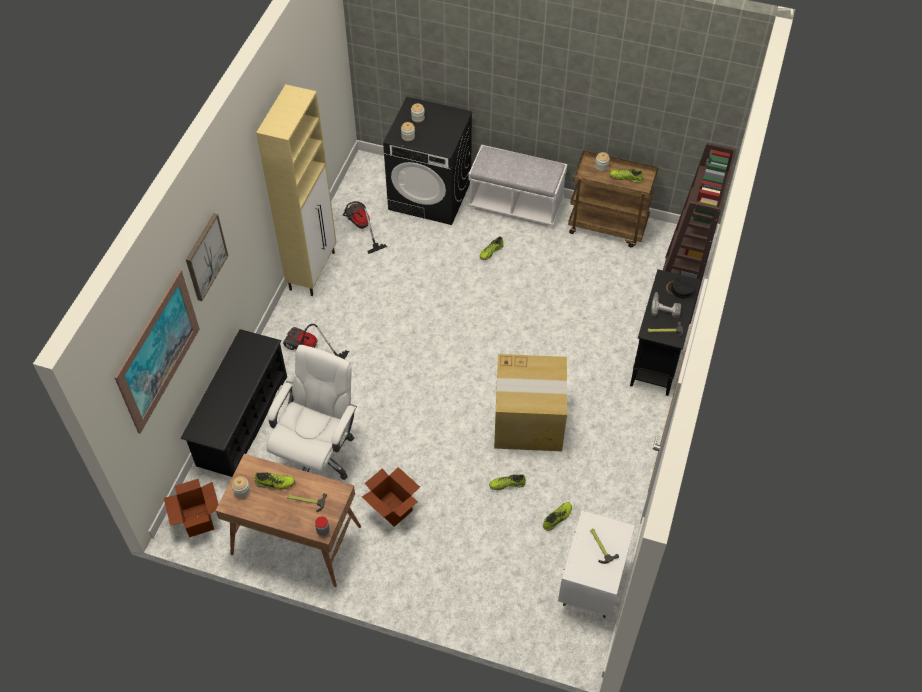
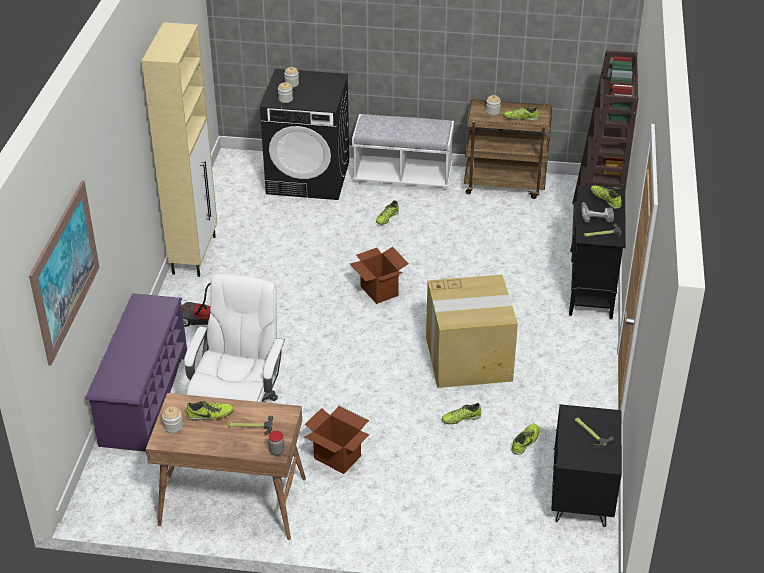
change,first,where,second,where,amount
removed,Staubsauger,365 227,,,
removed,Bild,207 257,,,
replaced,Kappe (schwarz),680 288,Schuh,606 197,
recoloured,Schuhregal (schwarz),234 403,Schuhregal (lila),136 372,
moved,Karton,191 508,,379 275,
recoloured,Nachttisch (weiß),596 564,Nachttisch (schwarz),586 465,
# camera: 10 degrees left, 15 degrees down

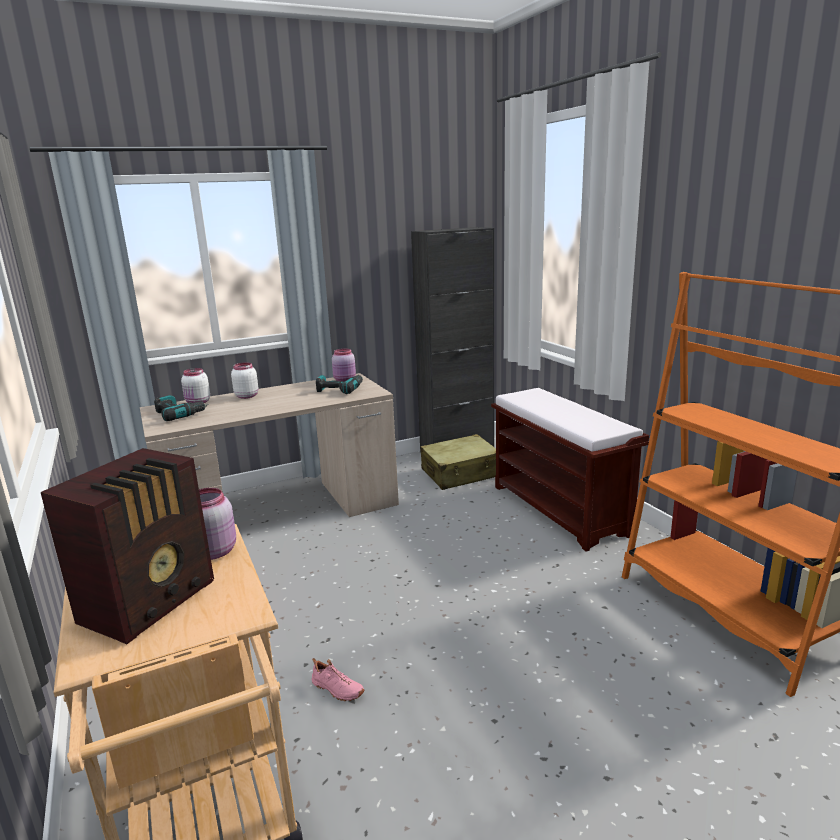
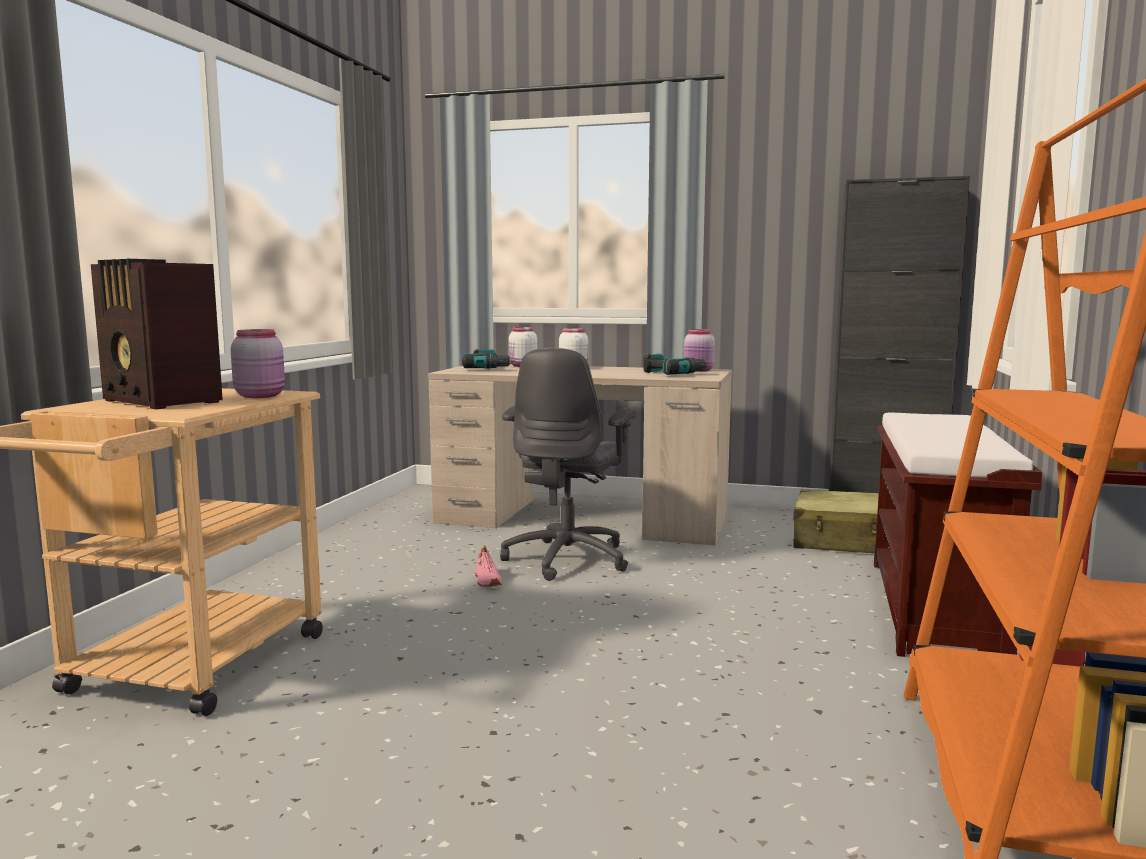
change,first,where,second,where,amount
turned,Radio,127 546,,156 334,60 degrees clockwise
moved,Schuh (rosa),338 679,,488 566,
added,,,Bürostuhl (grau),568 464,
# camera: 40 degrees right, 10 degrees down

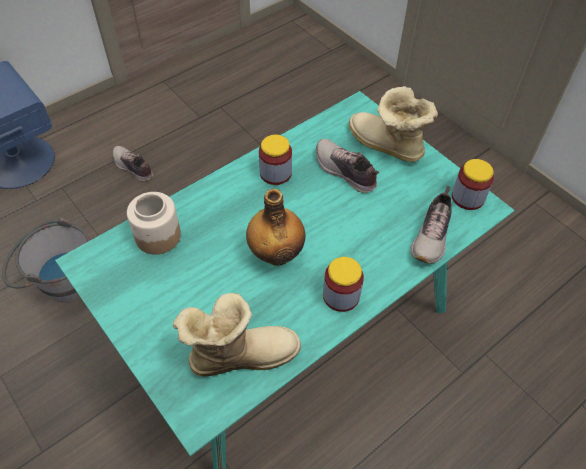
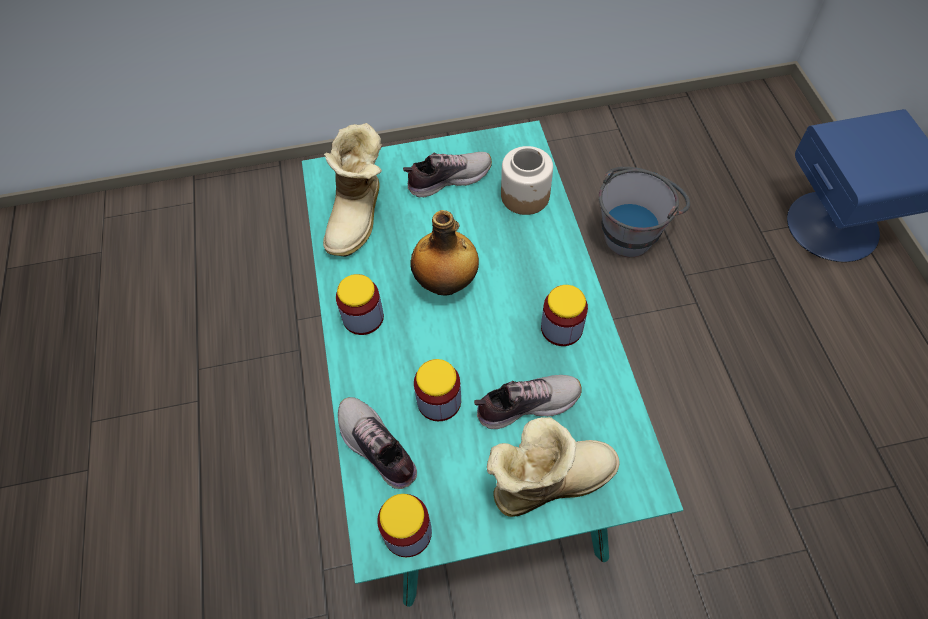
change,first,where,second,where,amount
moved,Schuh,133 163,,447 174,
added,,,Vorratsglas,437 390,
# camera: 120 degrees right, 5 degrees up

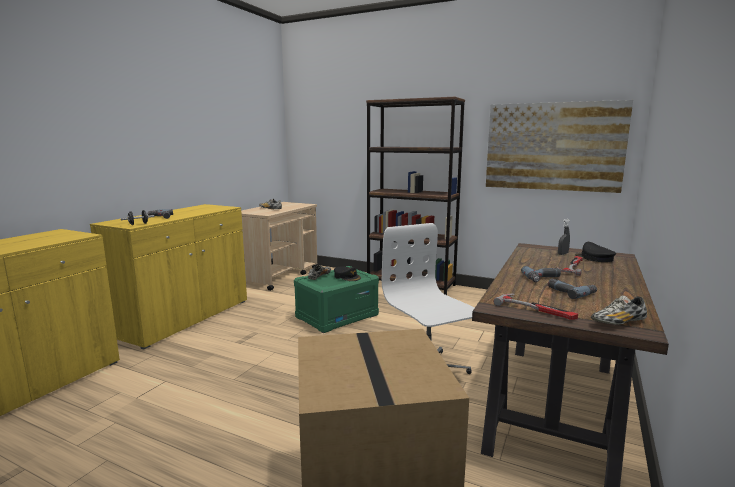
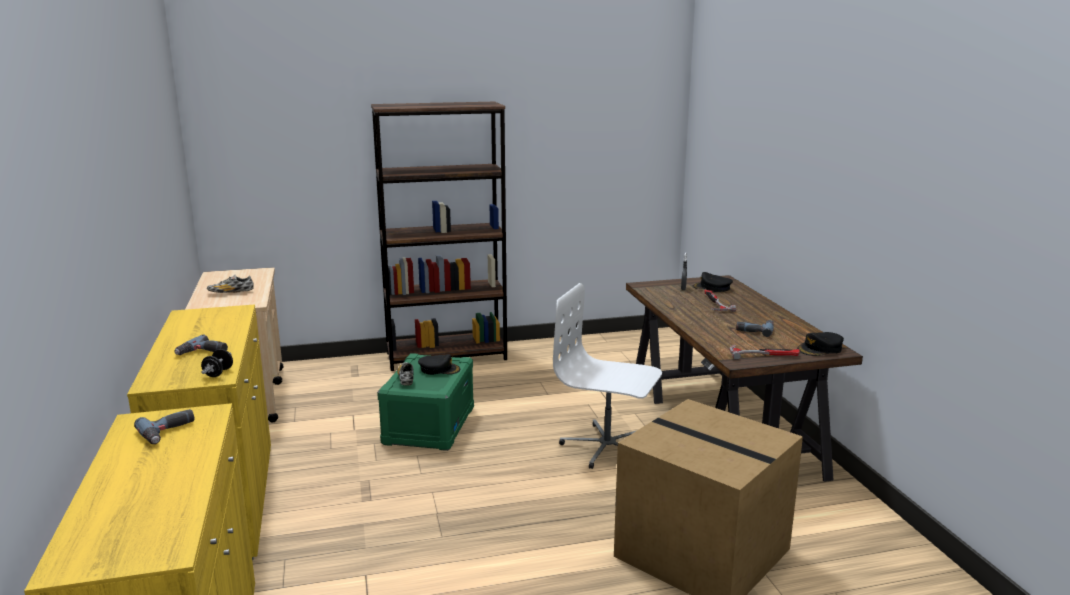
change,first,where,second,where,amount
removed,Bild,559 146,,,
moved,Bohrmaschine,541 274,,164 426,
replaced,Schuh,619 310,Kappe (schwarz),820 344,
# camera: 40 degrees left, 5 degrees up

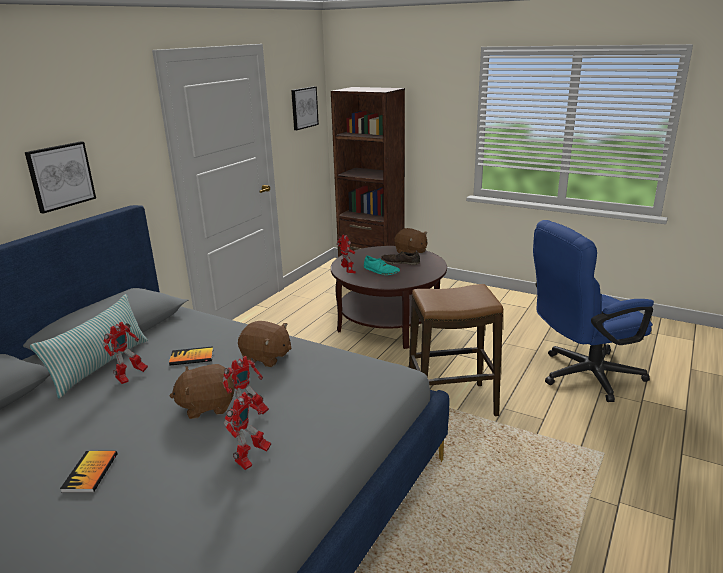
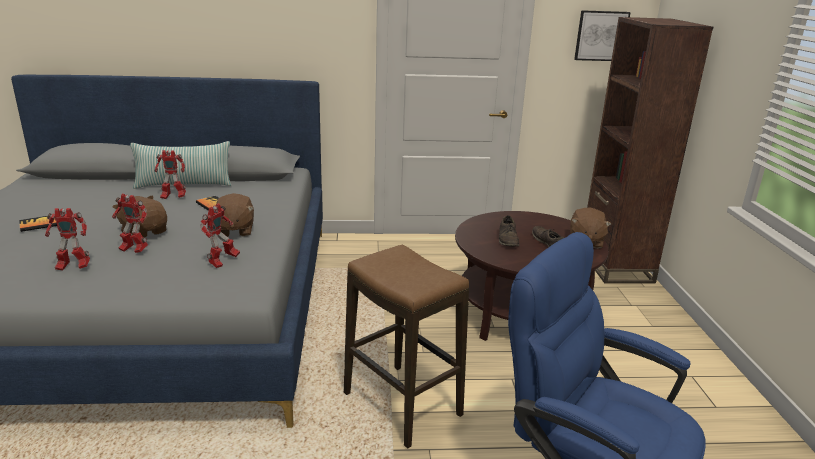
change,first,where,second,where,amount
removed,Bild,60 178,,,
moved,Spielzeugroboter,346 254,,220 235,
recoloured,Schuh (türkis),382 265,Schuh (braun),509 230,
# camera: 55 degrees right, 0 degrees up

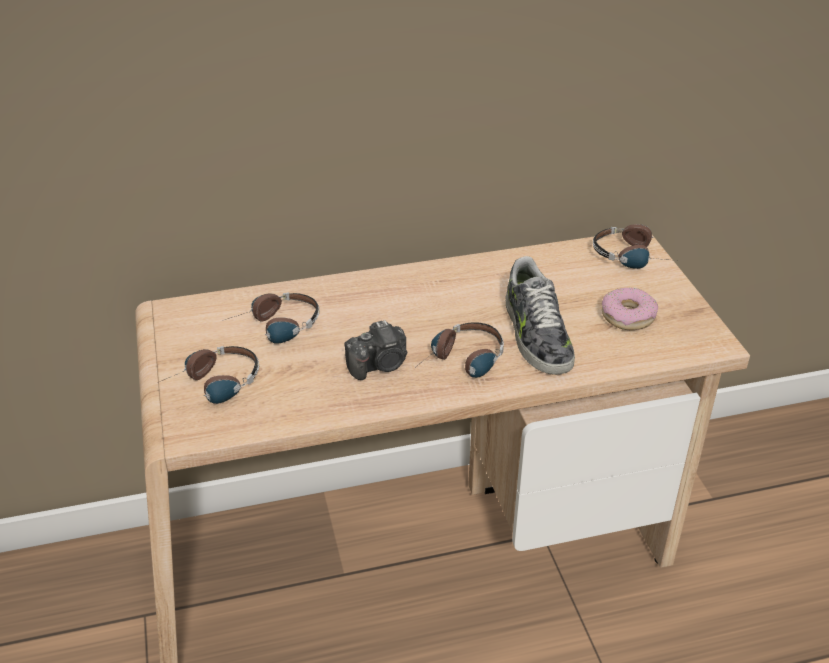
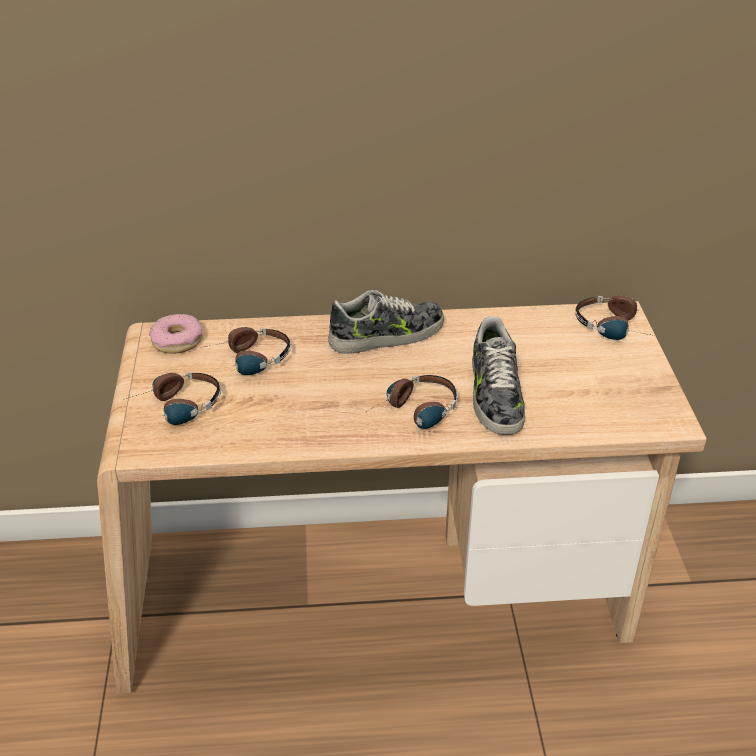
change,first,where,second,where,amount
moved,Donut,630 308,,176 334,
removed,Kamera,376 350,,,
added,,,Schuh,386 322,
# camera: 10 degrees right, 0 degrees up

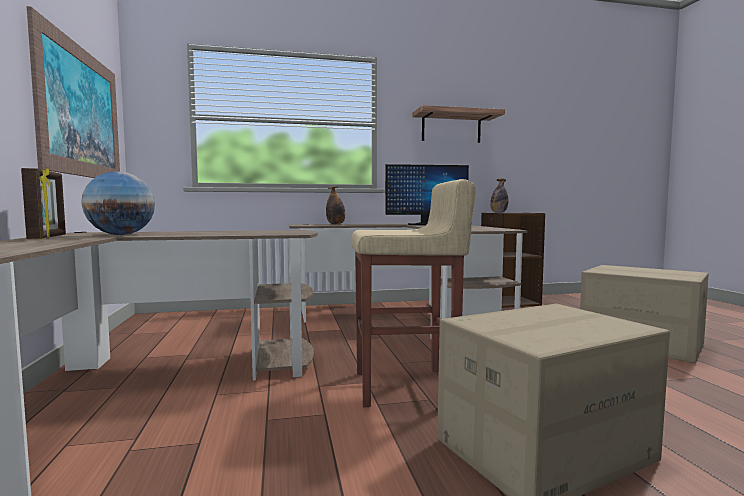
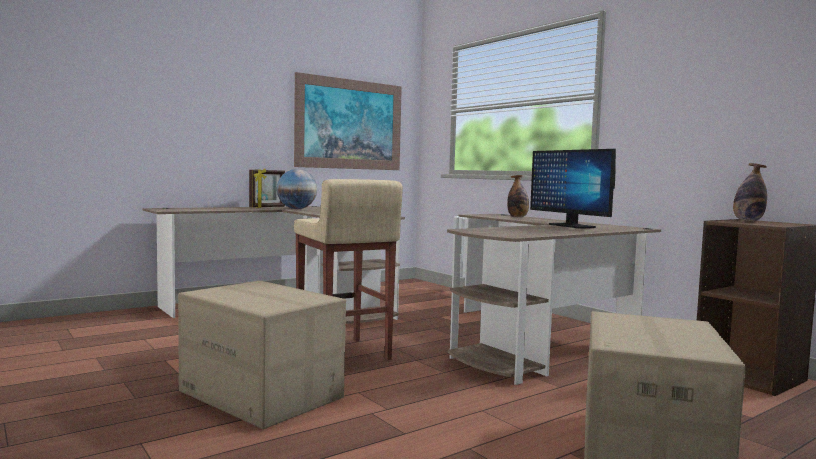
change,first,where,second,where,amount
removed,Wandregal,458 124,,,
# camera: 65 degrees right, 0 degrees up

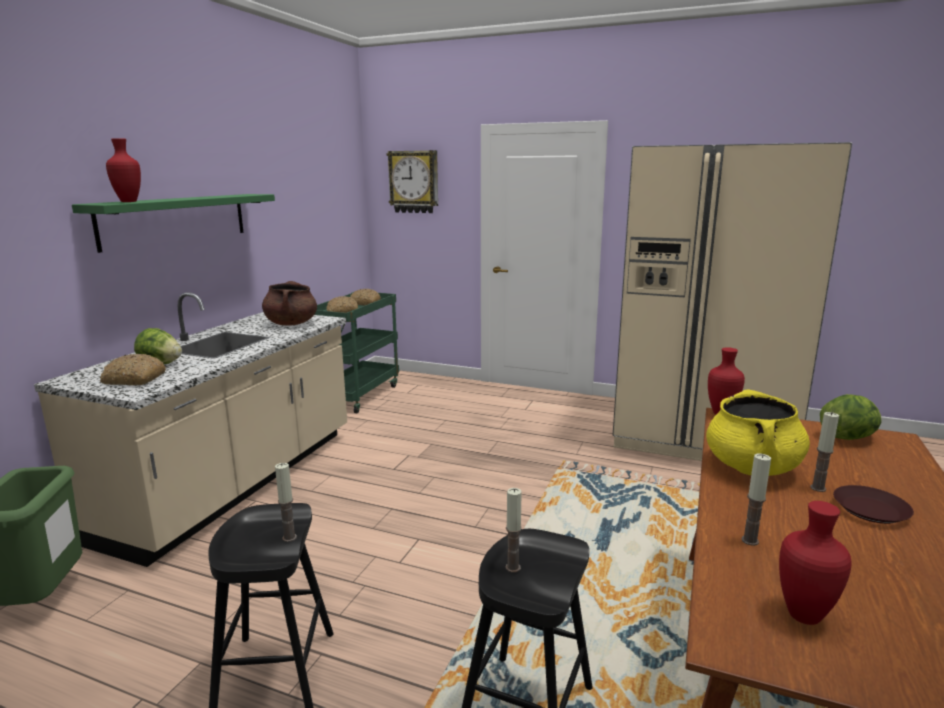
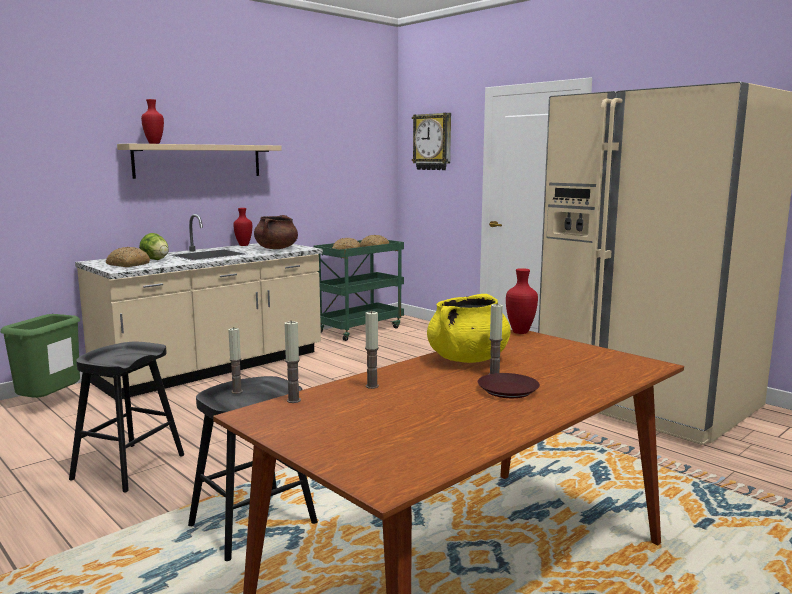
change,first,where,second,where,amount
recoloured,Wandregal (grün),173 223,Wandregal (beige),199 161,
removed,Salatkopf,850 417,,,
moved,Kerze,286 502,,292 362,
moved,Vase (rot),815 563,,242 227,
# camera: 25 degrees right, 5 degrees down

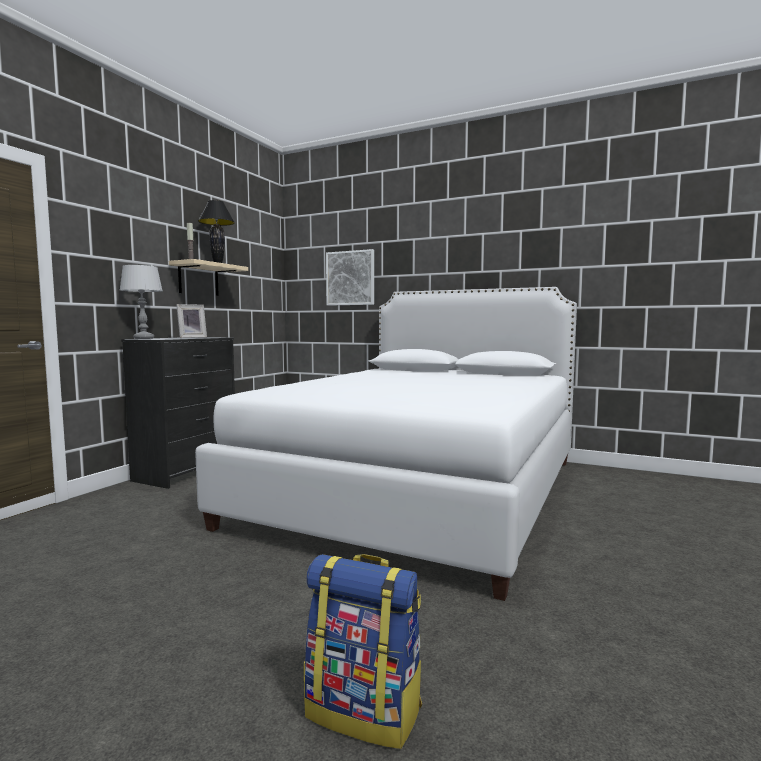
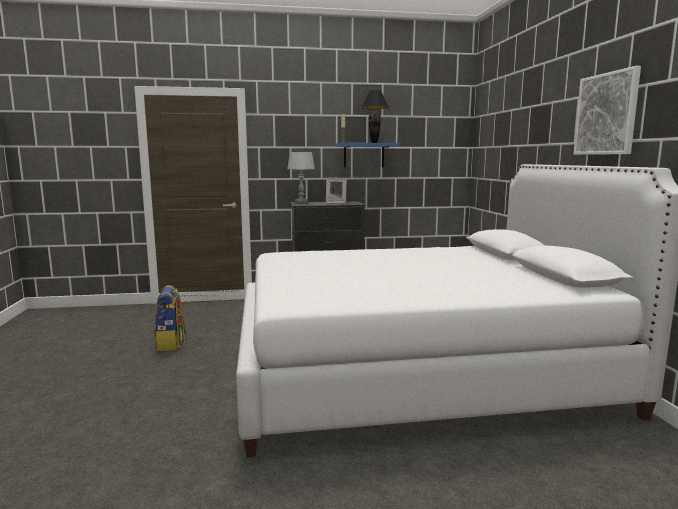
change,first,where,second,where,amount
moved,Bild,350 277,,607 110,
recoloured,Wandregal (beige),208 277,Wandregal (blau),367 155,
moved,Rucksack,363 651,,170 318,
# camera: 55 degrees right, 5 degrees up

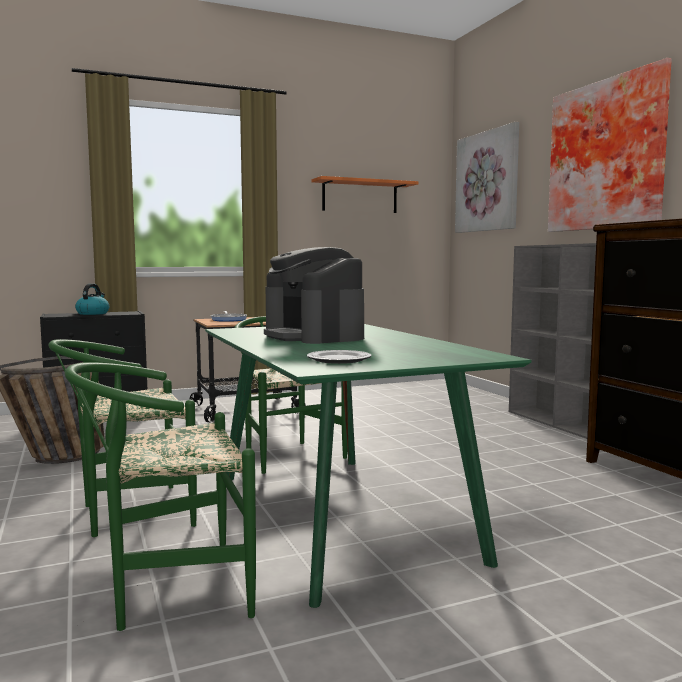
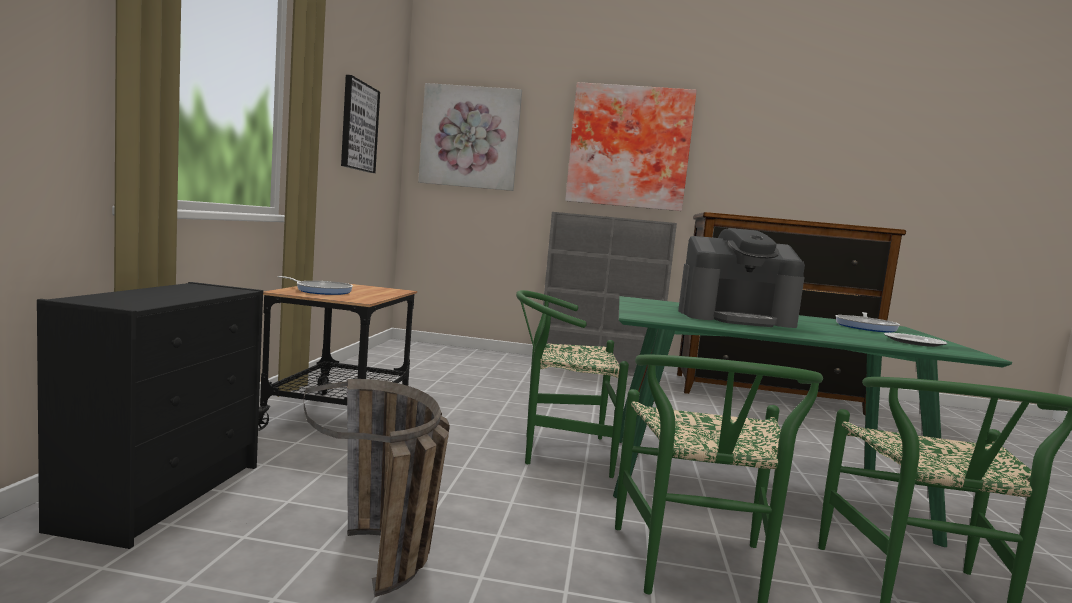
change,first,where,second,where,amount
replaced,Wandregal (orange),365 194,Bild,360 124,
removed,Wasserkessel,92 299,,,
added,,,Pfanne,868 322,
# camera: 60 degrees left, 0 degrees up

